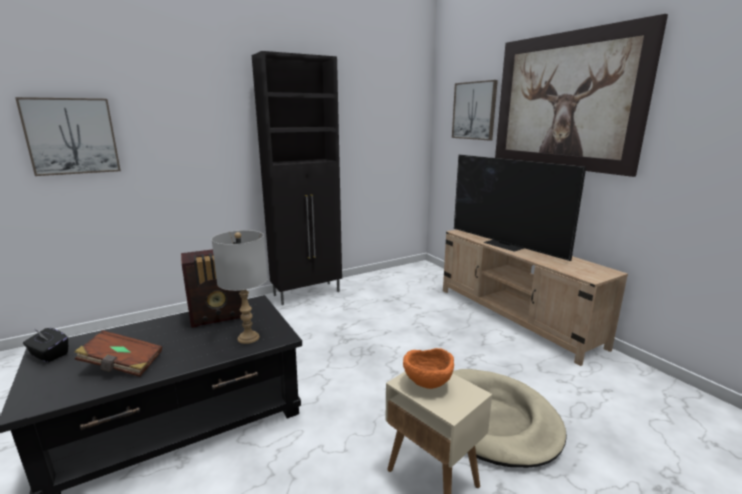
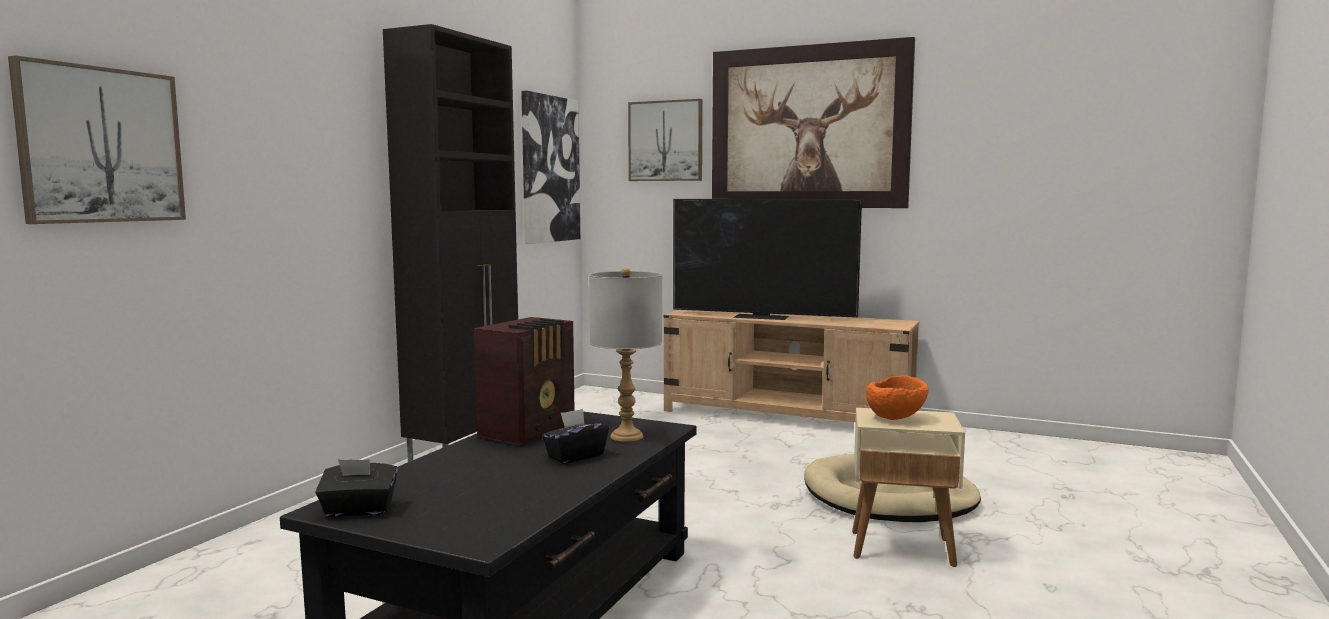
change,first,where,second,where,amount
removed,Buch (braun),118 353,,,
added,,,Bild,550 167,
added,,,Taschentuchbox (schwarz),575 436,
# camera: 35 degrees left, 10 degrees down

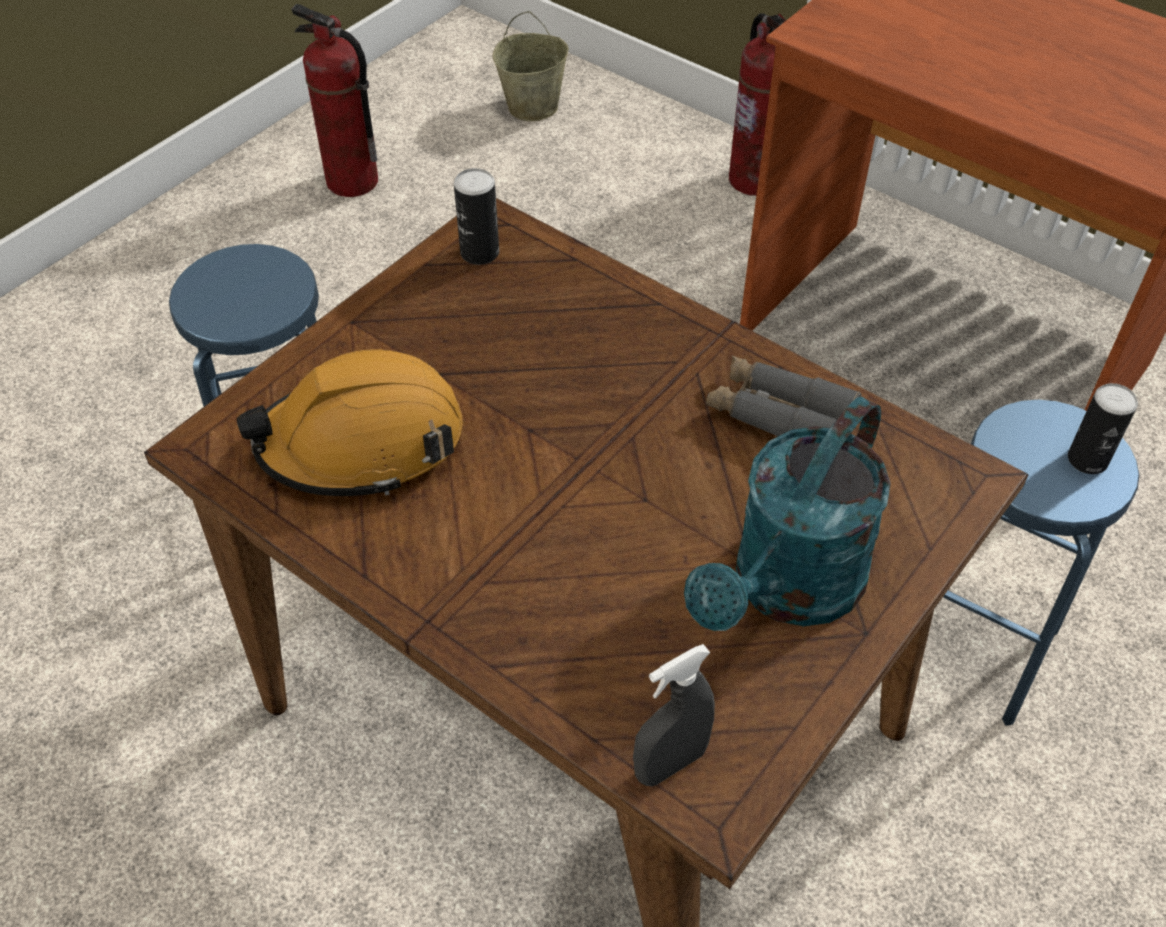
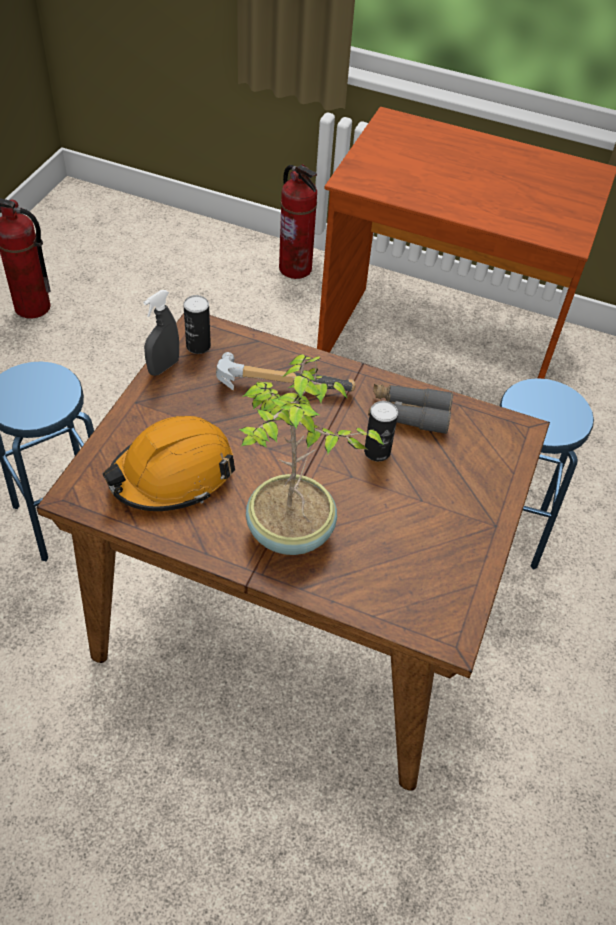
change,first,where,second,where,amount
removed,Eimer (beige),531 66,,,
moved,Dose,1103 428,,381 431,
removed,Gießkanne (türkis),787 514,,,
moved,Sprühflasche (grau),674 715,,161 333,
added,,,Hammer,285 372,
added,,,Topfpflanze,312 454,
# camera: 20 degrees left, 0 degrees up

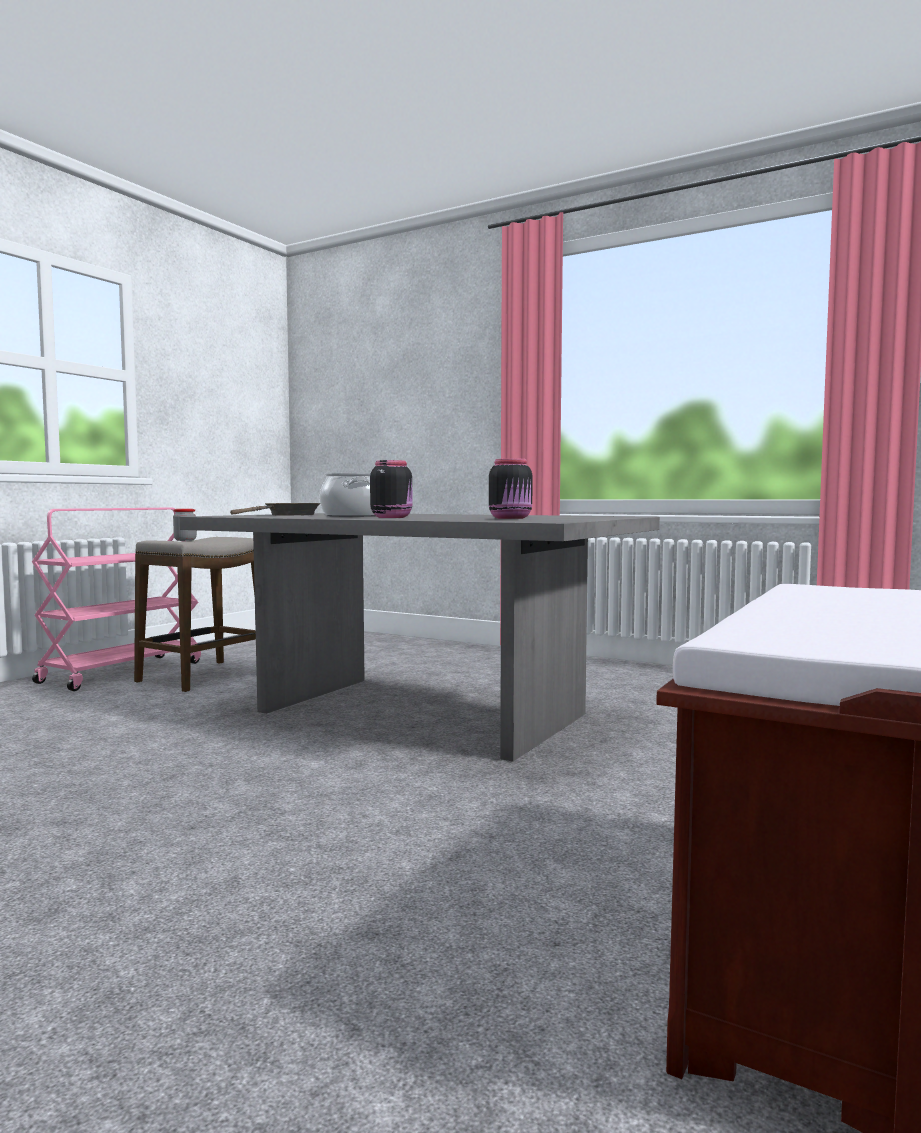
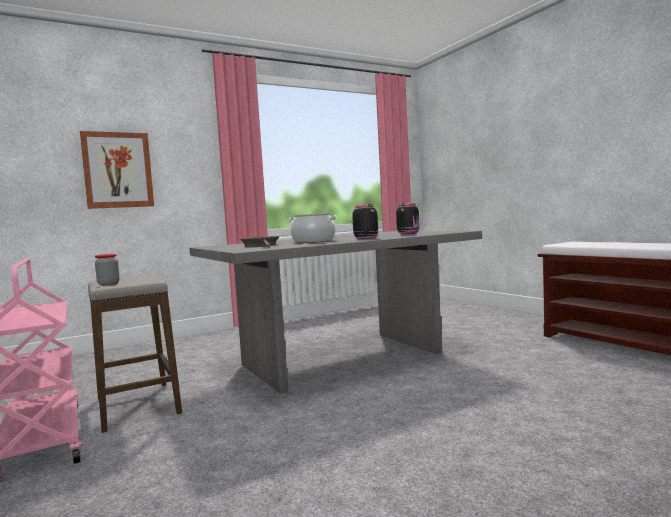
change,first,where,second,where,amount
added,,,Bild,117 170,
# camera: 60 degrees left, 0 degrees up

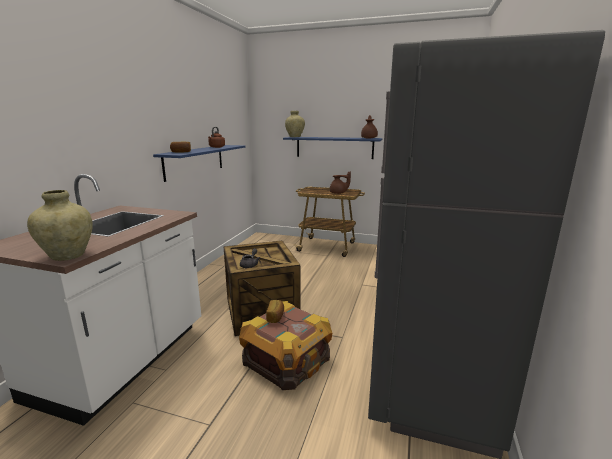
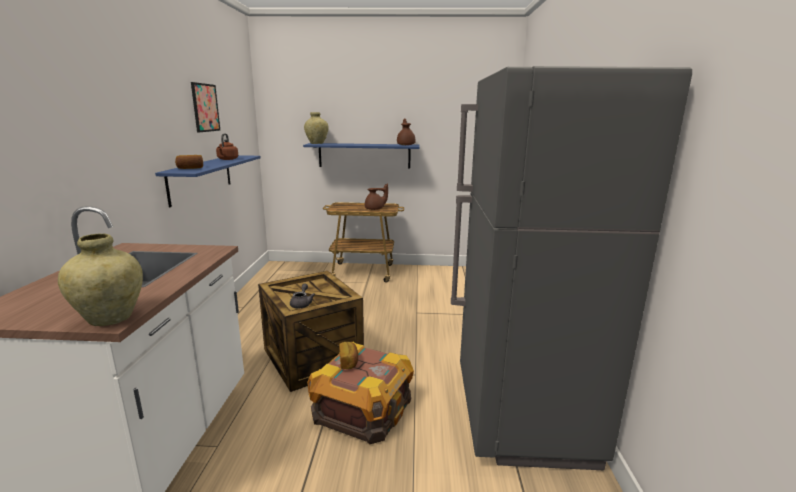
change,first,where,second,where,amount
added,,,Bild,205 107,
# camera: 15 degrees left, 0 degrees up

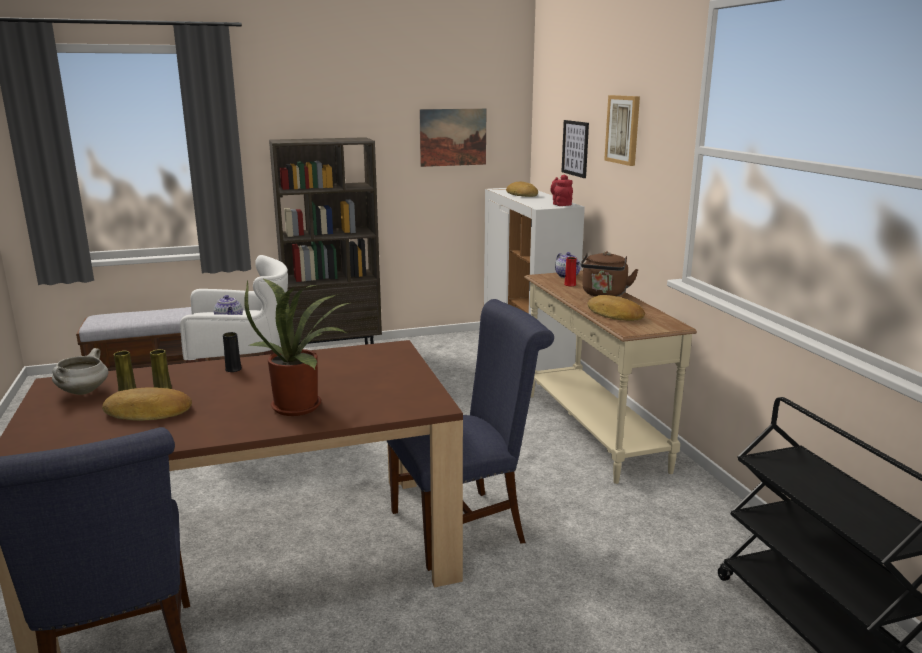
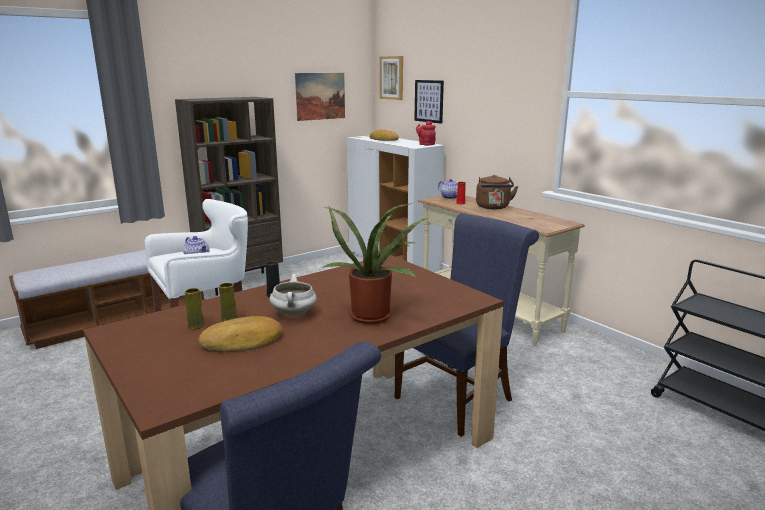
change,first,where,second,where,amount
moved,Bild,622 130,,391 78,
removed,Brot,616 308,,,
moved,Kochtopf (weiß),80 371,,293 295,
# camera: 20 degrees left, 0 degrees up

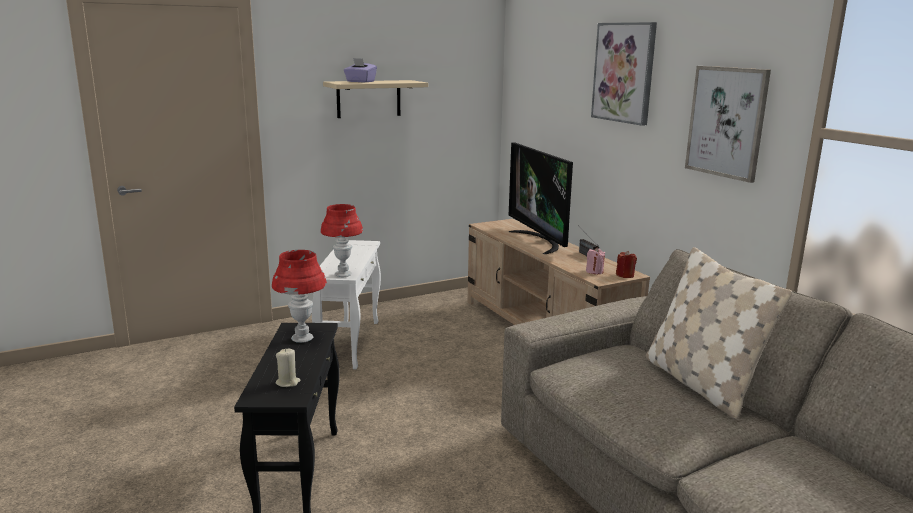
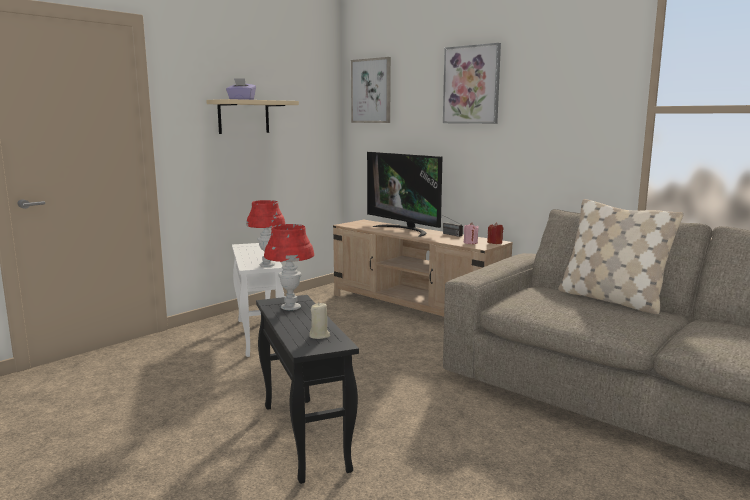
change,first,where,second,where,amount
moved,Bild,728 124,,371 90,
# camera: 20 degrees left, 5 degrees down

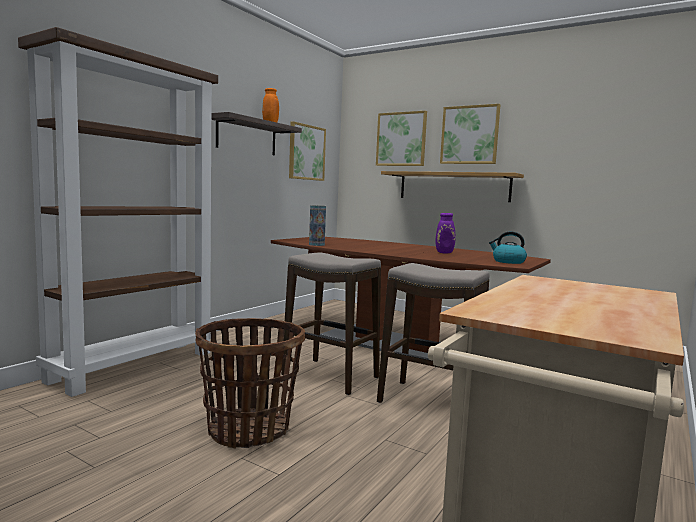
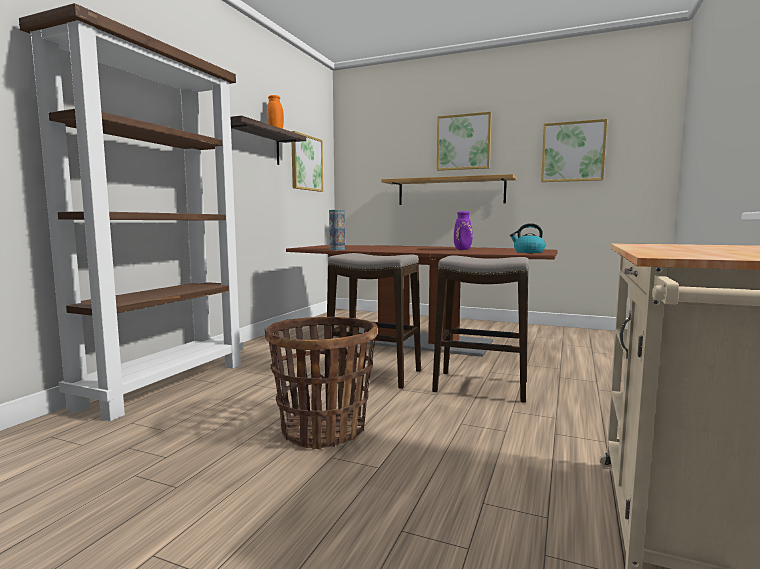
change,first,where,second,where,amount
moved,Bild,401 138,,574 150,
# camera: 10 degrees left, 0 degrees up

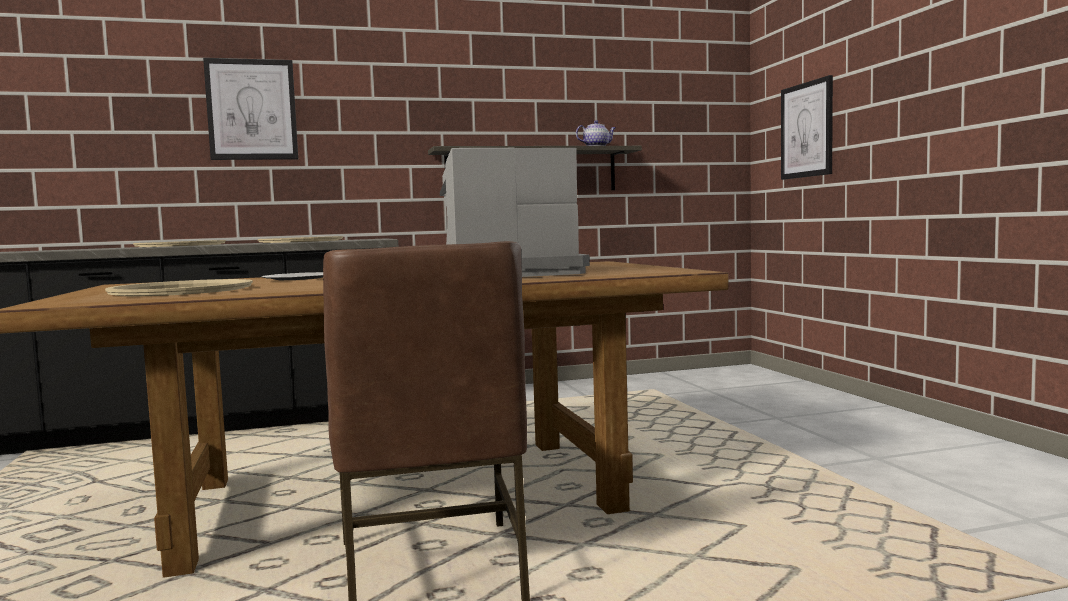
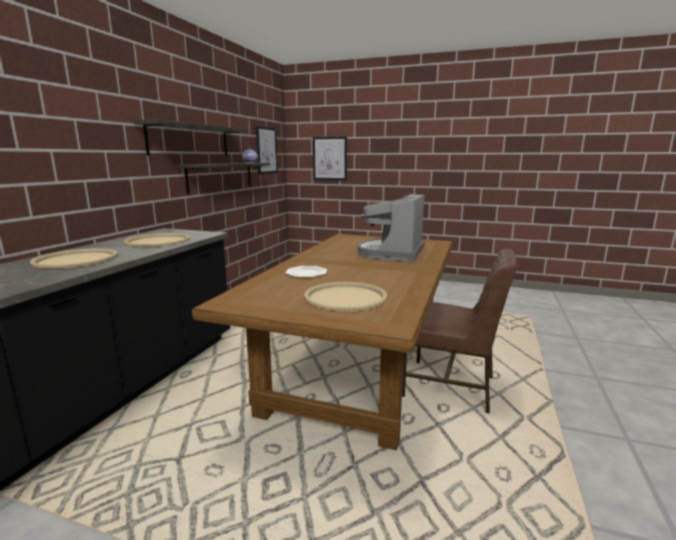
change,first,where,second,where,amount
moved,Bild,250 109,,267 150,
added,,,Wandregal,190 137,
# camera: 55 degrees left, 10 degrees up

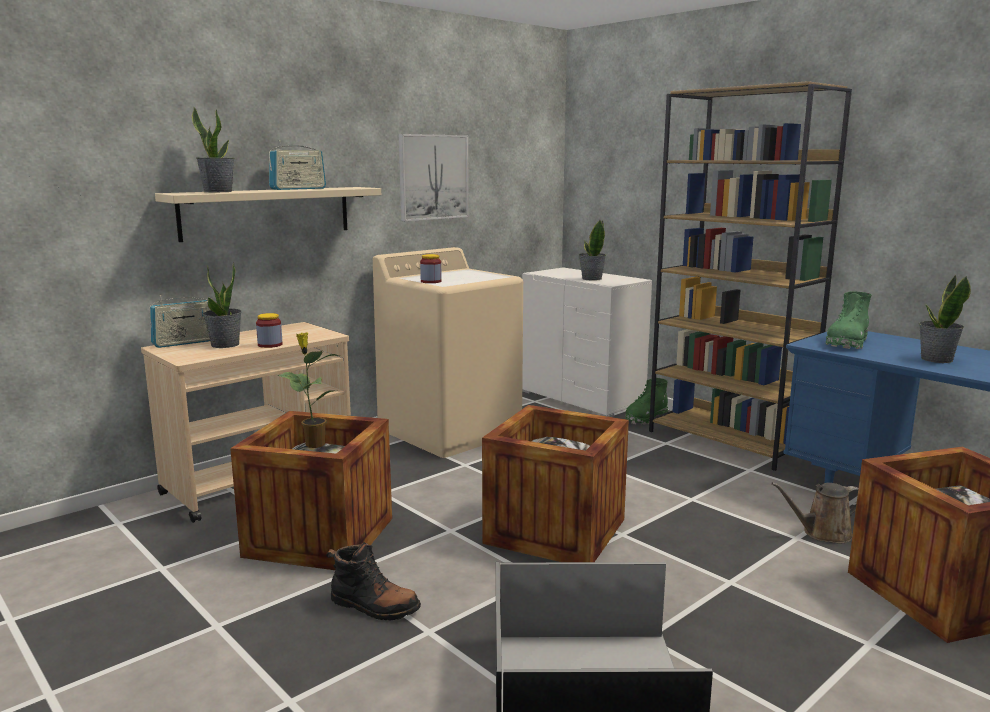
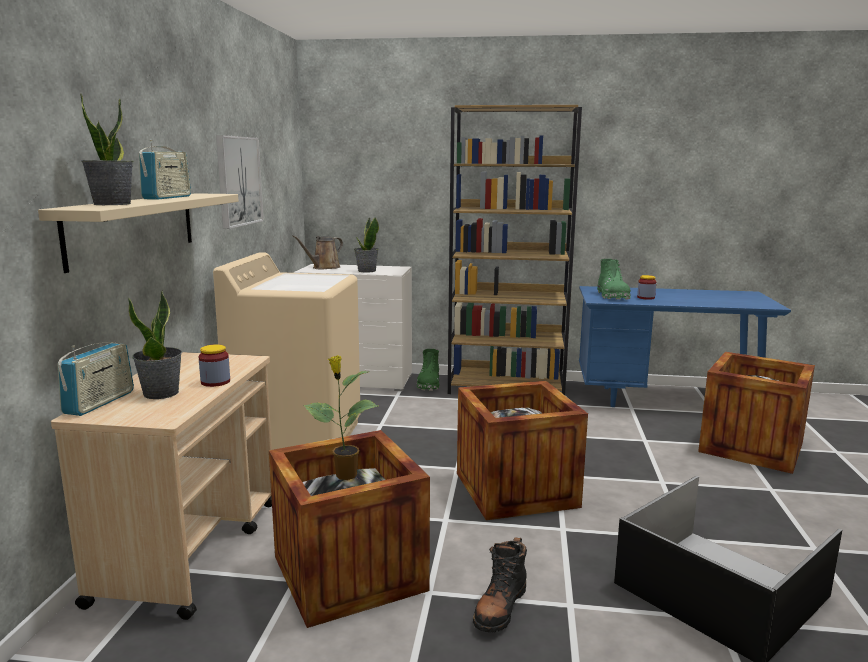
change,first,where,second,where,amount
moved,Vorratsglas,431 268,,646 287,
removed,Topfpflanze,945 318,,,
moved,Gießkanne (braun),814 512,,317 252,
turned,Stiefel (schwarz),373 581,,500 585,135 degrees clockwise
# camera: 40 degrees left, 0 degrees up

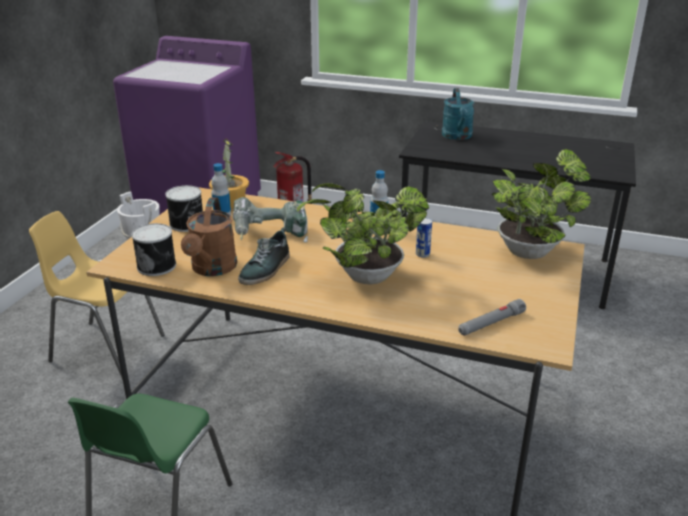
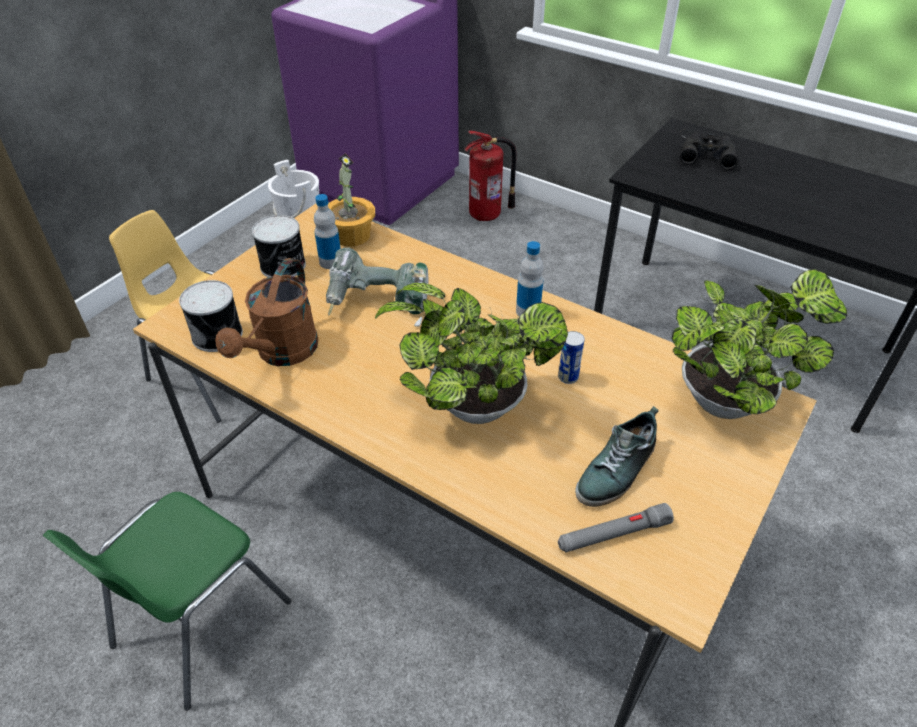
change,first,where,second,where,amount
replaced,Gießkanne (türkis),458 114,Fernglas (schwarz),709 151,
moved,Schuh,264 256,,616 456,
# camera: 15 degrees right, 15 degrees up

